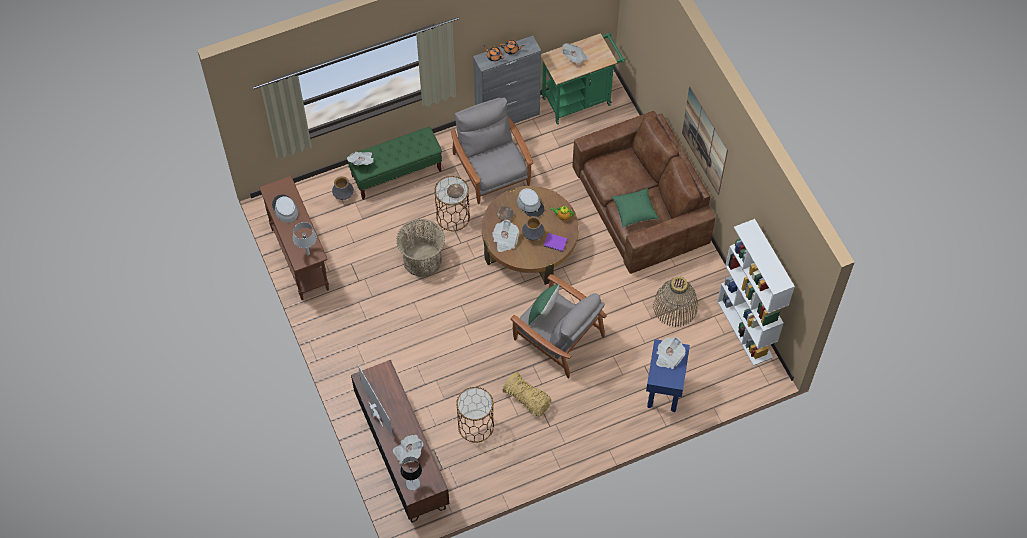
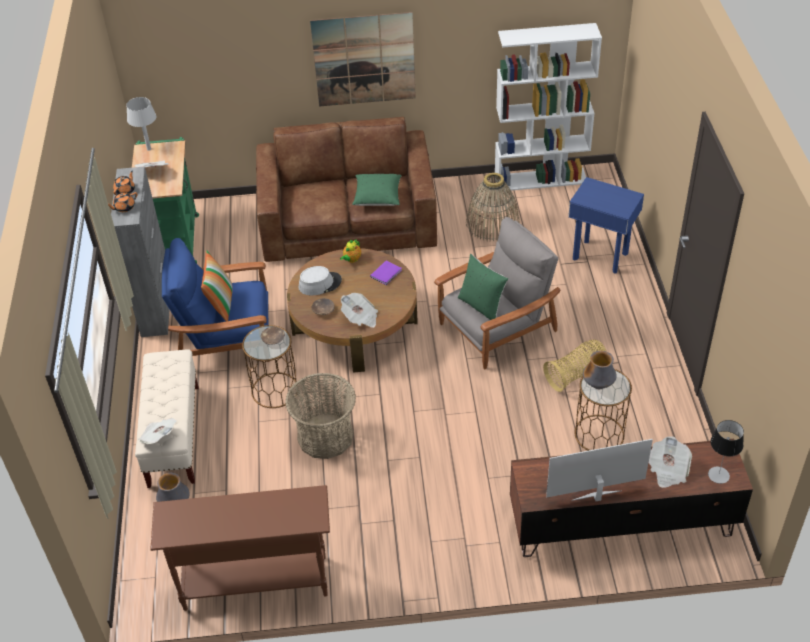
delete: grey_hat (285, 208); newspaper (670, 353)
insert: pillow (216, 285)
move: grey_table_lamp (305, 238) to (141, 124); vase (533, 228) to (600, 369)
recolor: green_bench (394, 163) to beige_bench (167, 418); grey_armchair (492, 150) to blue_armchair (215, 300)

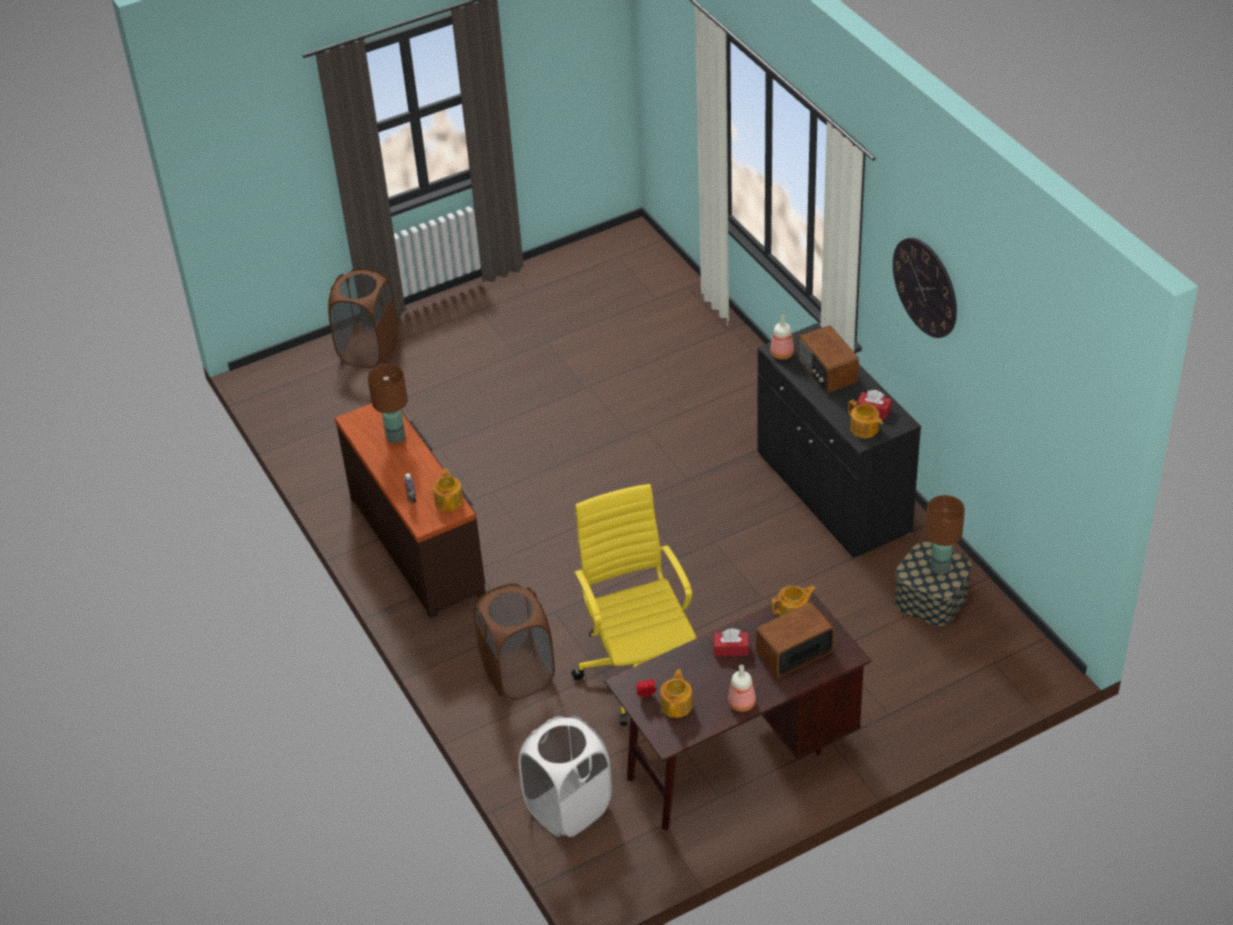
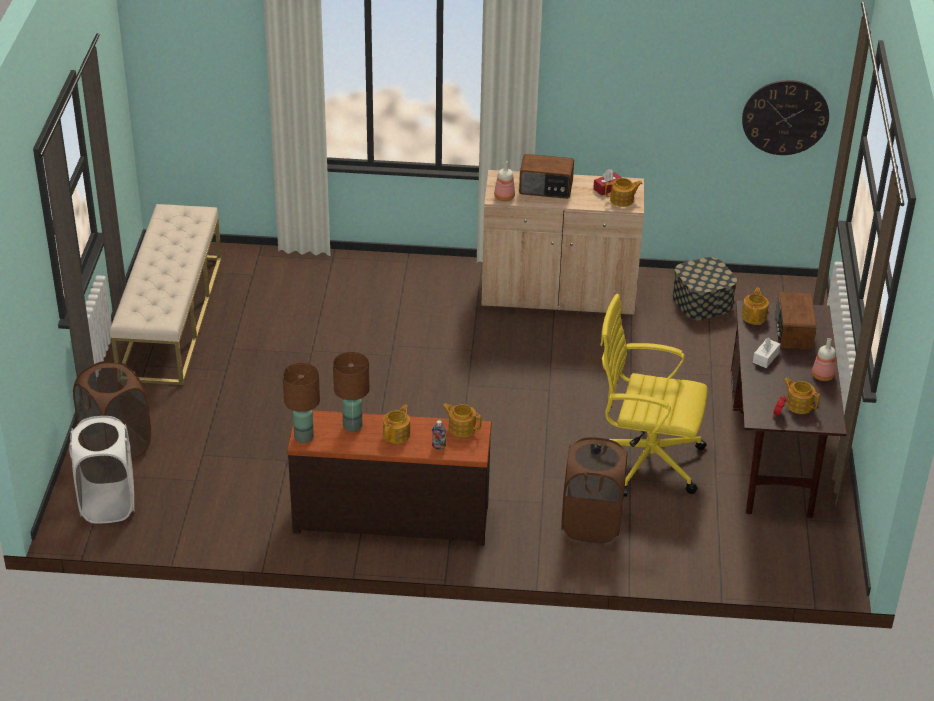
insert: beige_bench (166, 294); teapot (396, 424)
move: white_laundry_basket (565, 776) to (101, 470); wall_clock (925, 288) to (785, 117); brown_table_lamp (945, 534) to (301, 403)
recolor: red_tissue_box (731, 642) to white_tissue_box (766, 352); black_cabinet (839, 440) to beige_cabinet (563, 242)

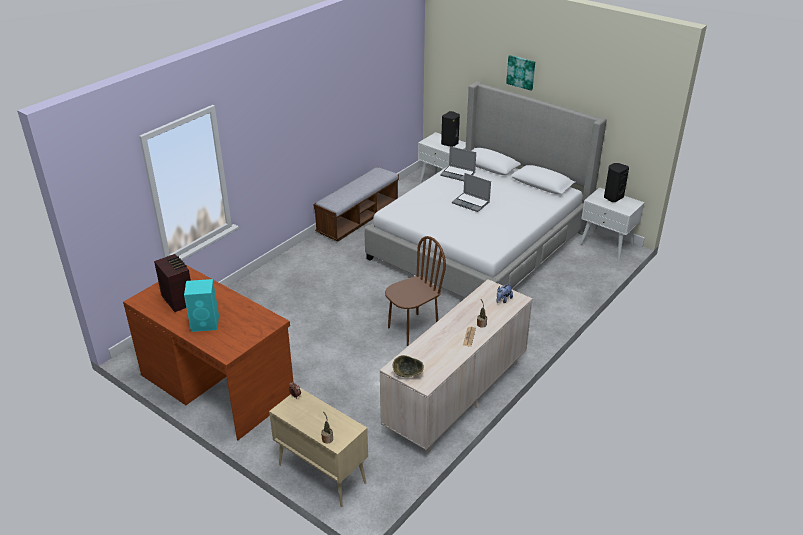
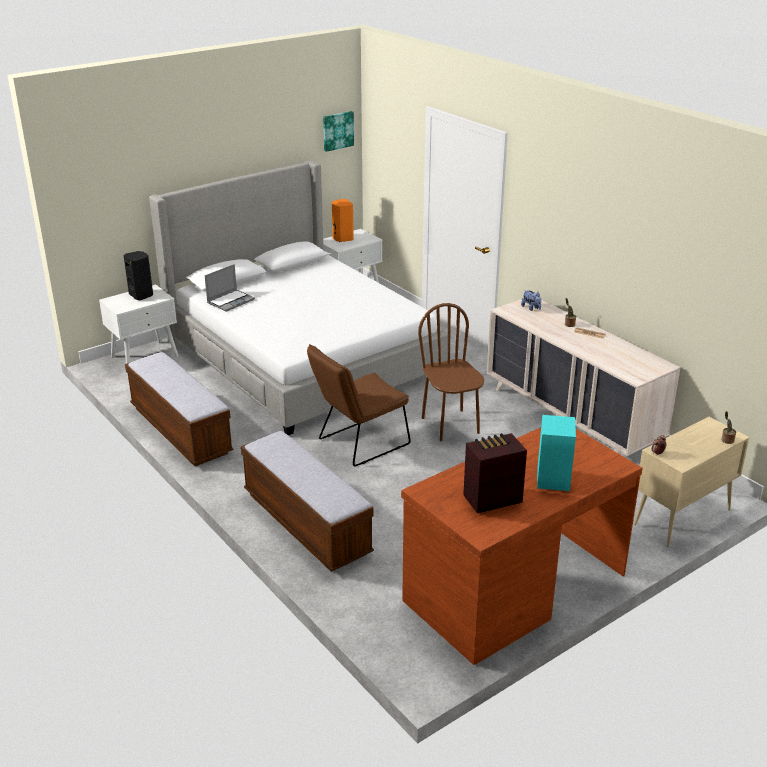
delete: bowl (408, 366); laptop (471, 192)
insert: bench (307, 501); brown_chair (359, 405)
move: picture (520, 73) to (338, 131)
recolor: black_speaker (616, 182) to orange_speaker (343, 220)

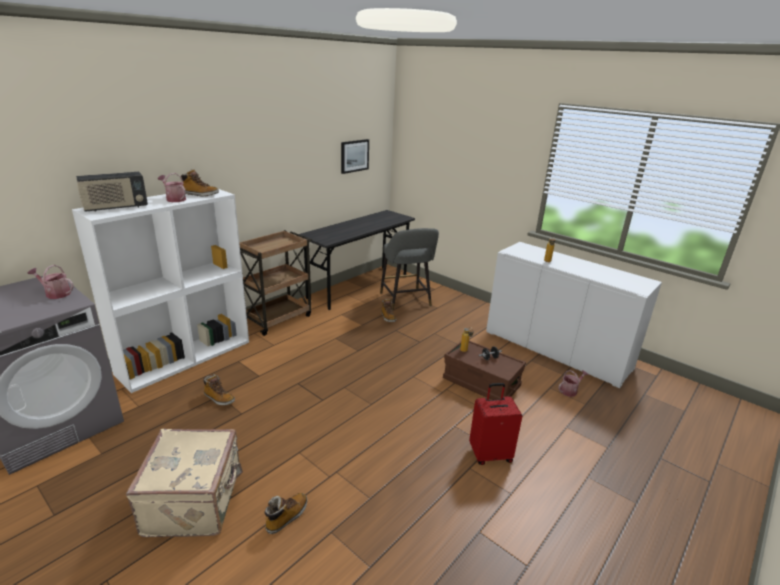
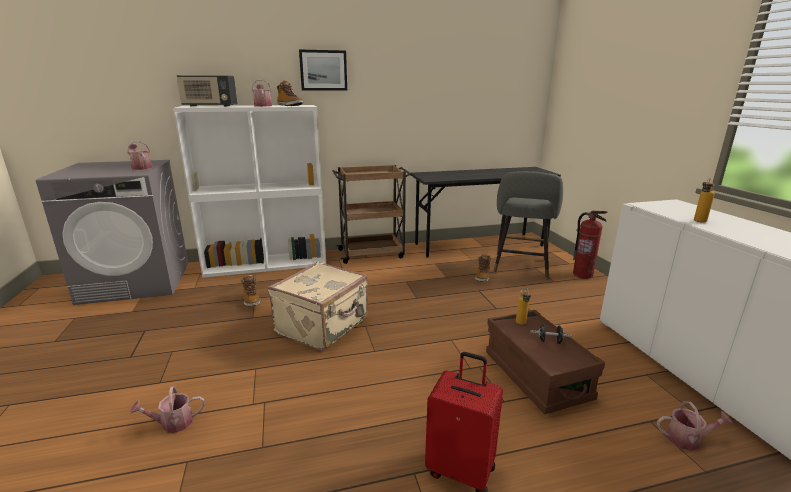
insert: fire_extinguisher (590, 245)
move: beige_suitcase (184, 483) to (318, 306); picture (355, 156) to (323, 70)
replace: boot (285, 513) to watering_can (167, 409)

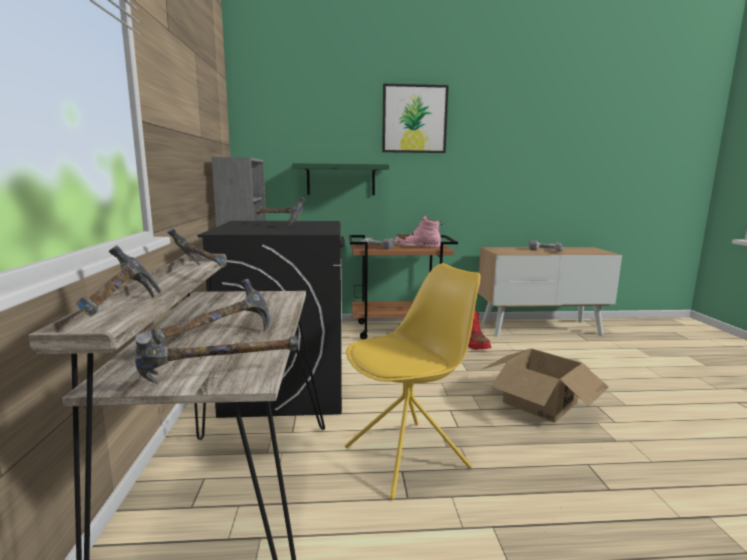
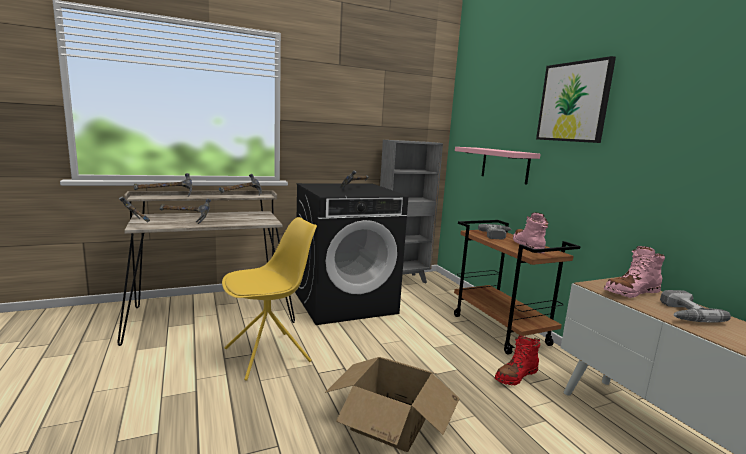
insert: pink_boot (634, 272)
recolor: green_shelf (340, 179) to pink_shelf (498, 166)
rotate: yellow_chair (413, 381) = (269, 299) 75 degrees counterclockwise

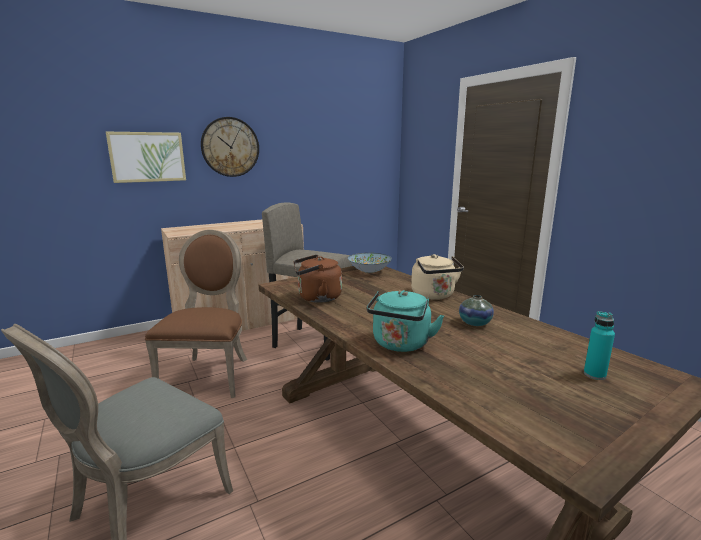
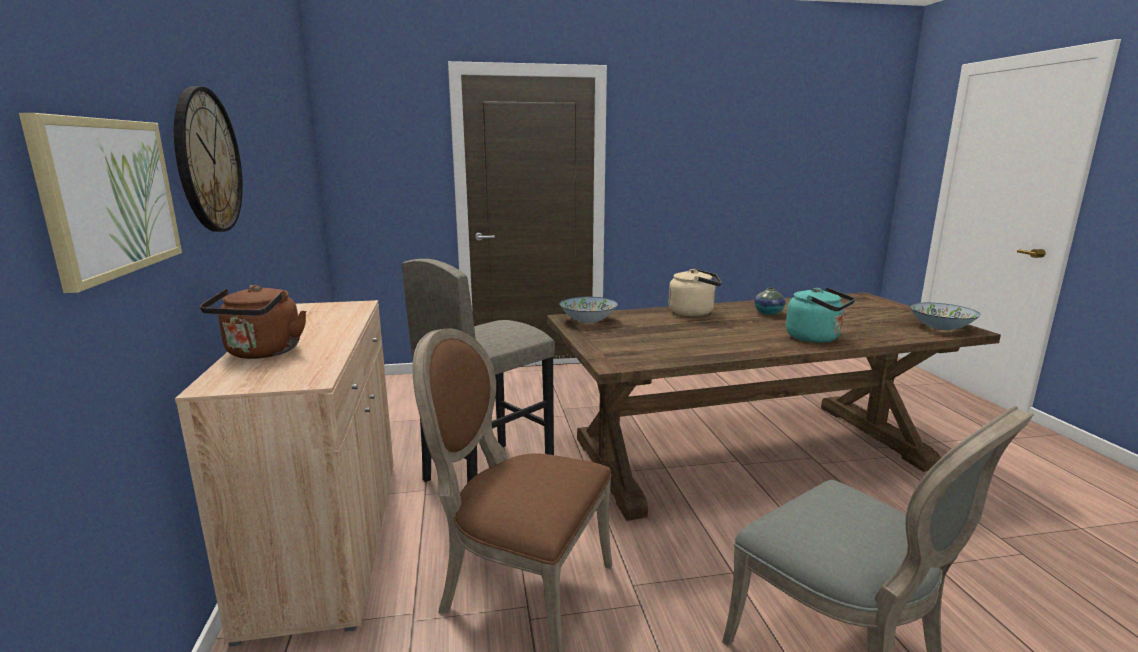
delete: turquoise_bottle (599, 345)
insert: bowl (945, 316)
move: brown_kettle (318, 278) to (253, 322)

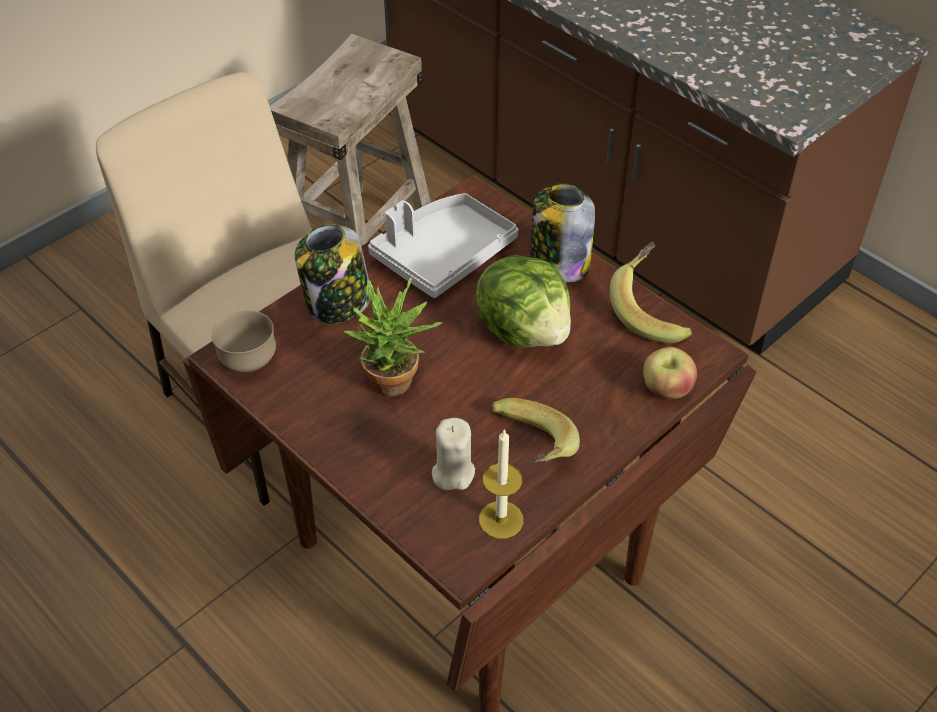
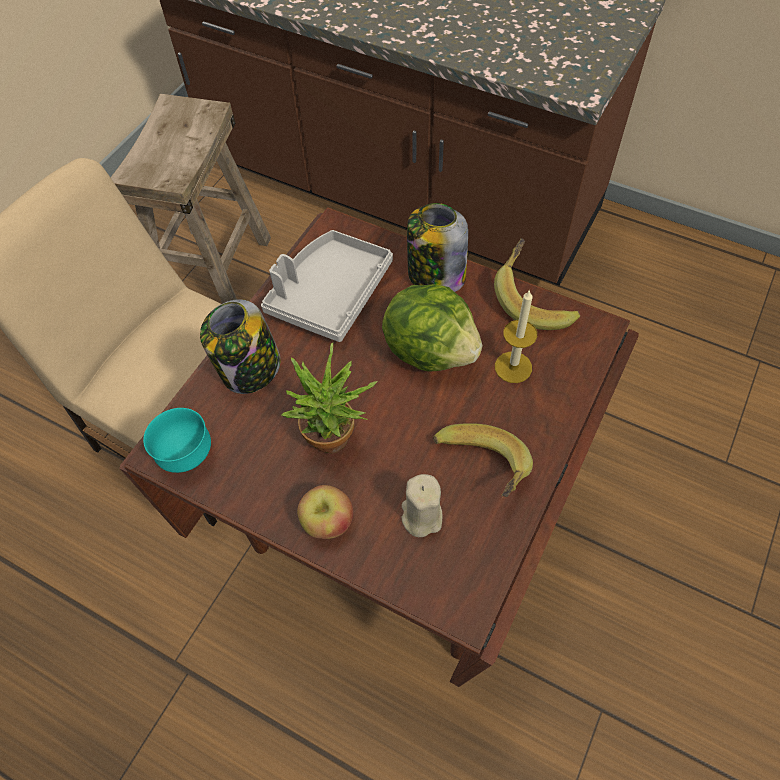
move: candle (501, 484) to (516, 336); apple (670, 373) to (325, 512)
recolor: brown_bowl (243, 341) to turquoise_bowl (177, 440)

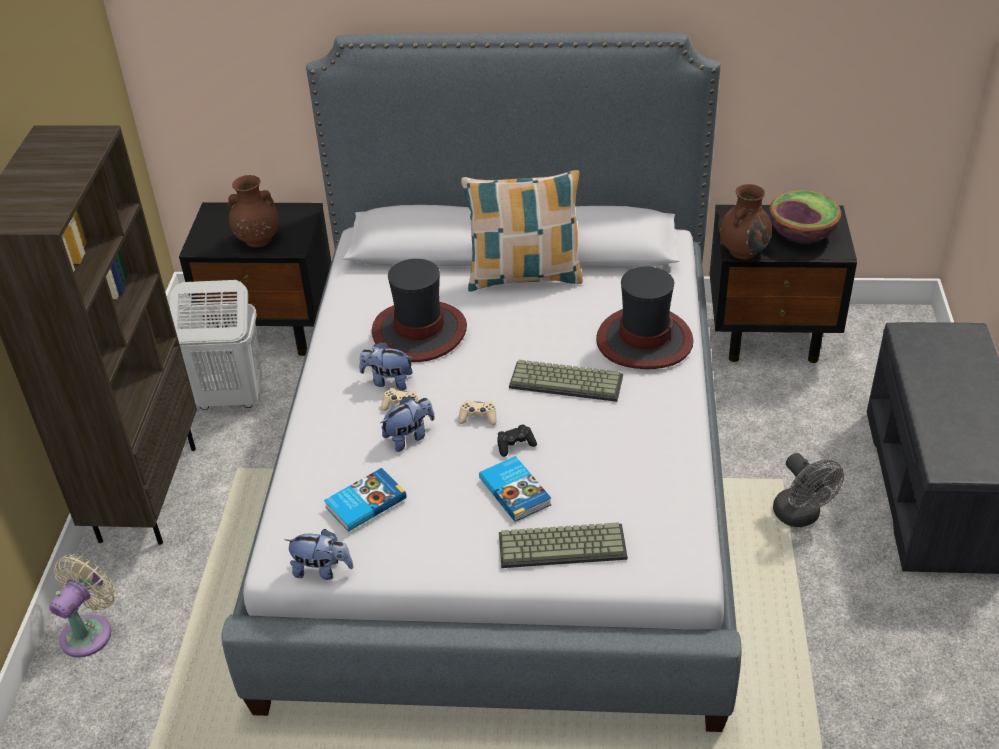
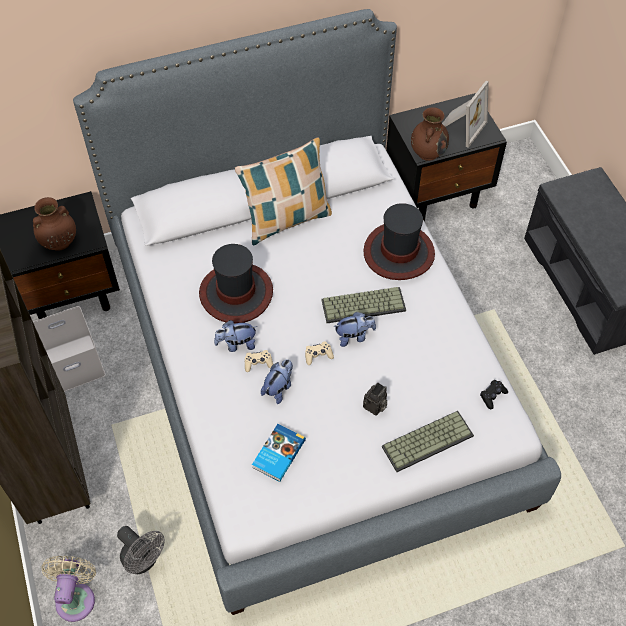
move: plush_toy (318, 554) to (354, 329); black_game_controller (517, 440) to (494, 394); grey_fan (808, 490) to (141, 550)
replace: white_laundry_basket (216, 345) to white_storage_box (69, 349); book (515, 489) to photo_camera (375, 399); bowl (806, 217) to picture_frame (465, 114)

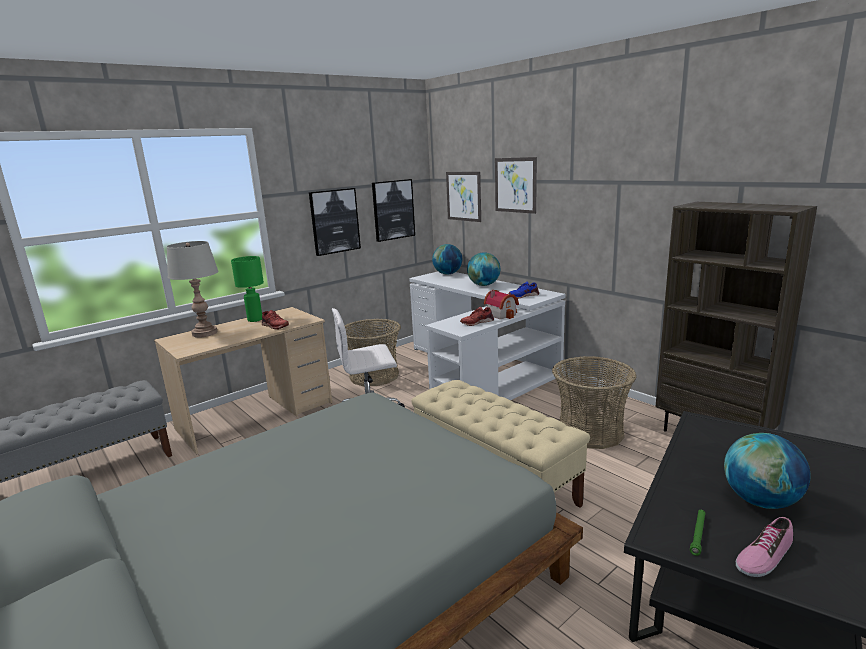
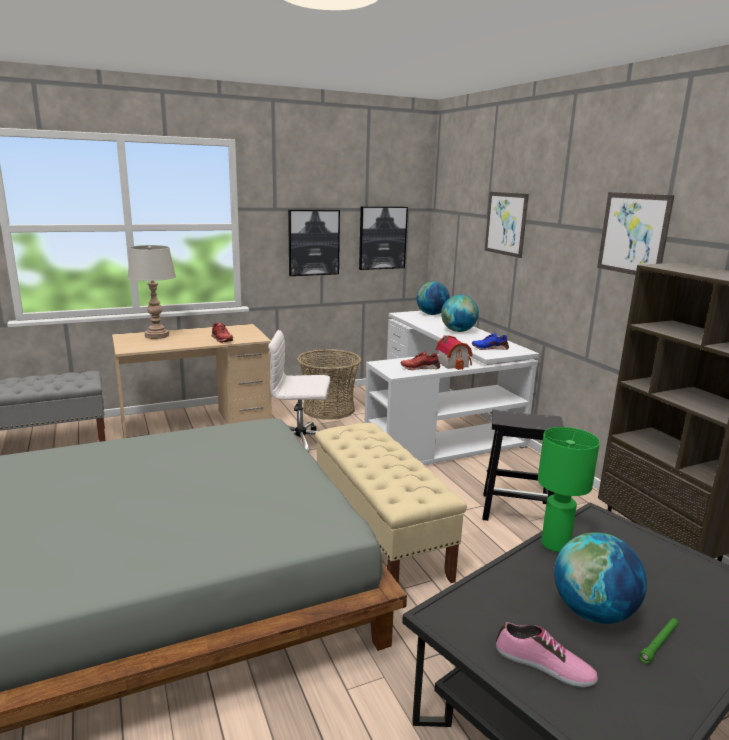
move: green_table_lamp (247, 289) to (569, 489); picture (463, 197) to (635, 233); green_flashlight (697, 533) to (659, 641)
replace: basket (594, 402) to black_stool (523, 465)
rotate: shoe (764, 547) = (547, 654) 135 degrees counterclockwise

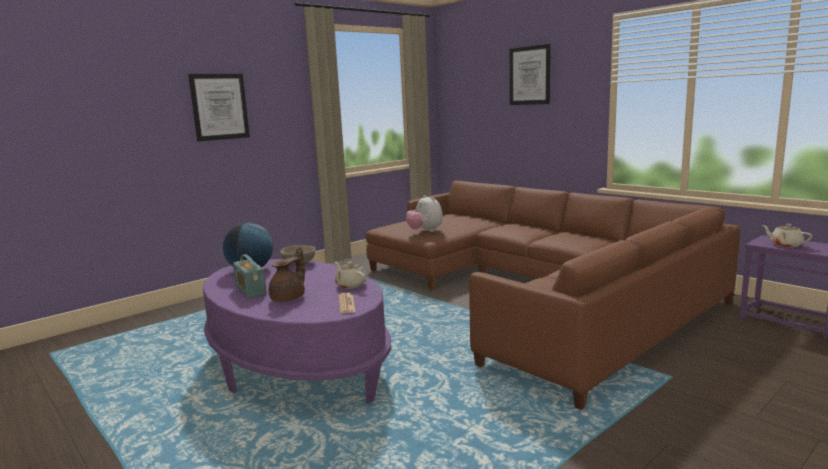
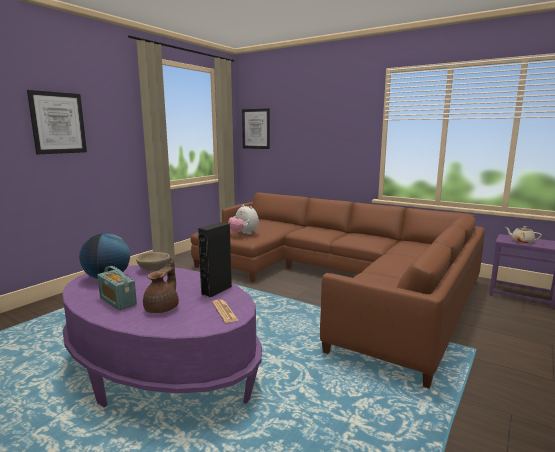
move: picture (530, 74) to (256, 128)
replace: beige_teapot (350, 275) to black_speaker (215, 260)

